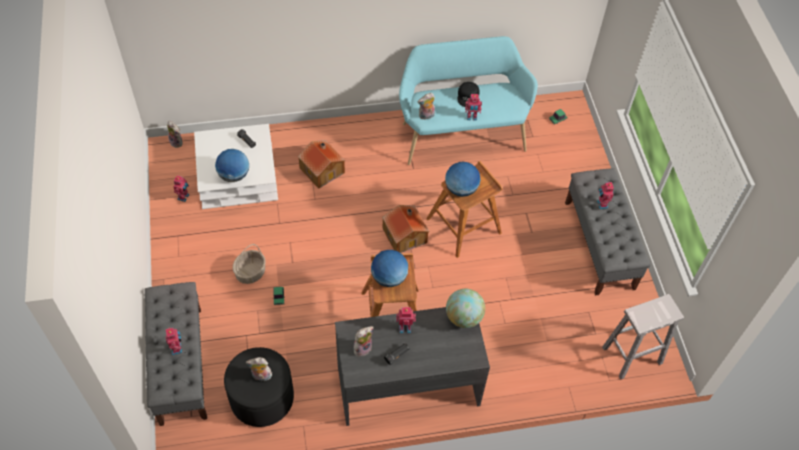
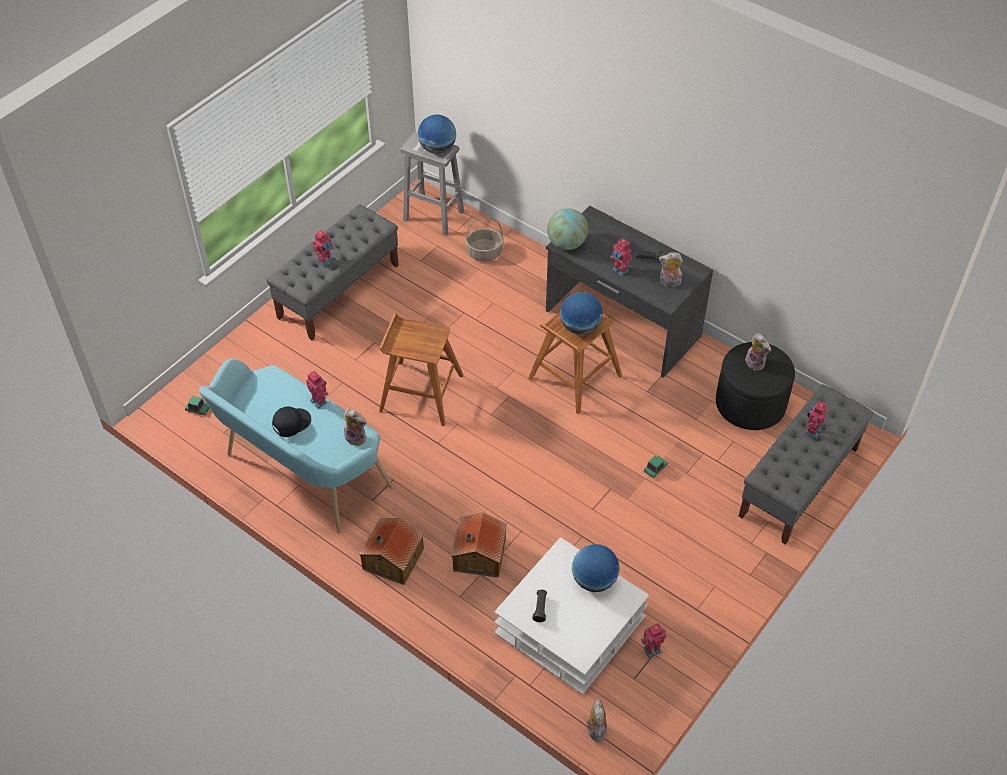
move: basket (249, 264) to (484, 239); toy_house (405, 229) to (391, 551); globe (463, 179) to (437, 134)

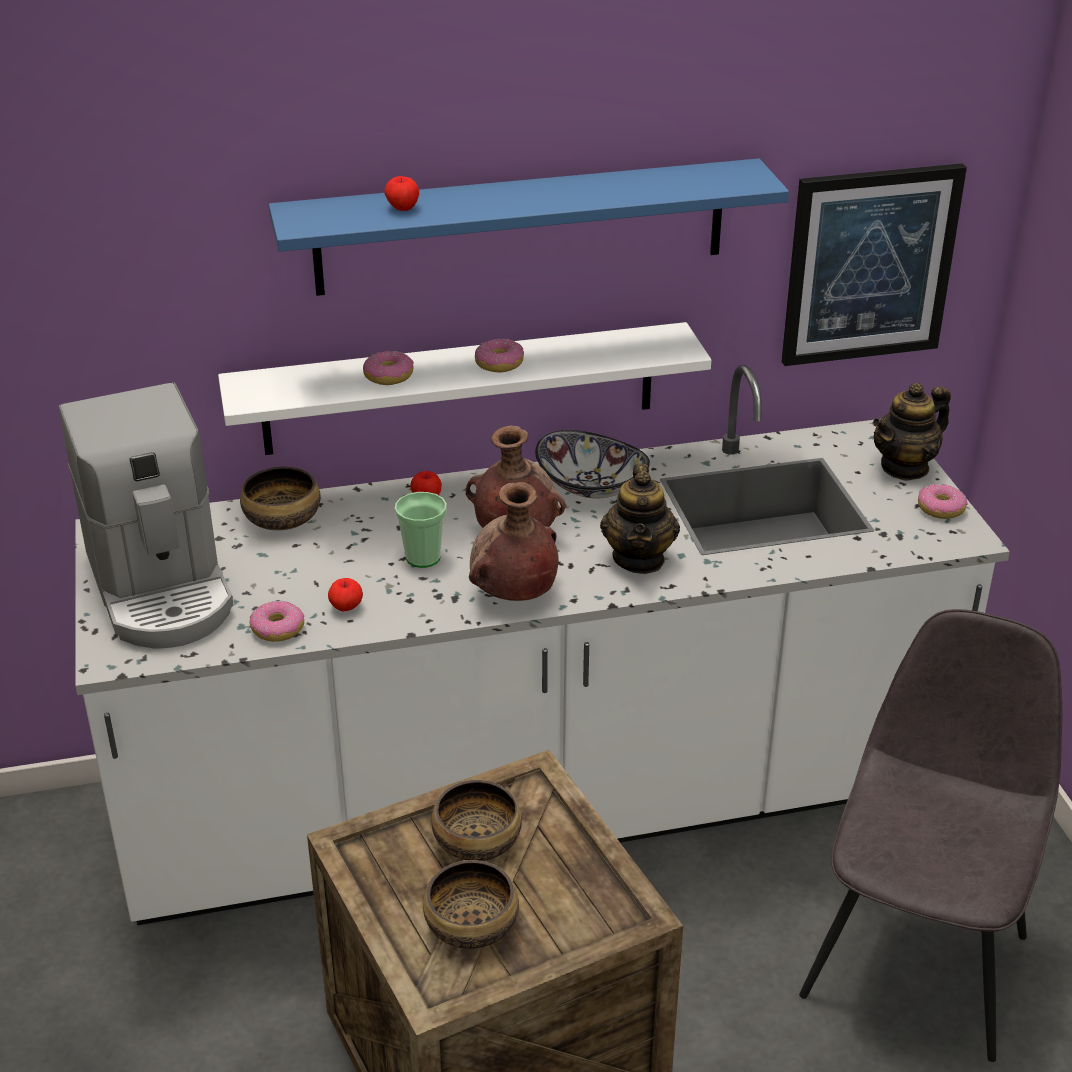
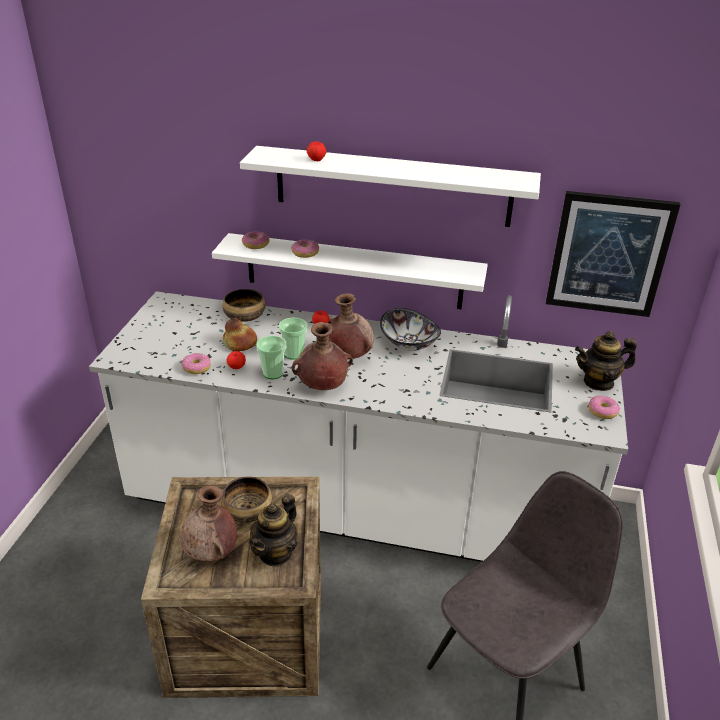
delete: coffee_machine (146, 515)
insert: bread (240, 334); cup (271, 357)
move: donut (499, 355) to (255, 240); teapot (640, 519) to (273, 530)
replace: bowl (471, 904) to brown_vase (208, 523)
recolor: blue_shelf (529, 227) to white_shelf (390, 186)

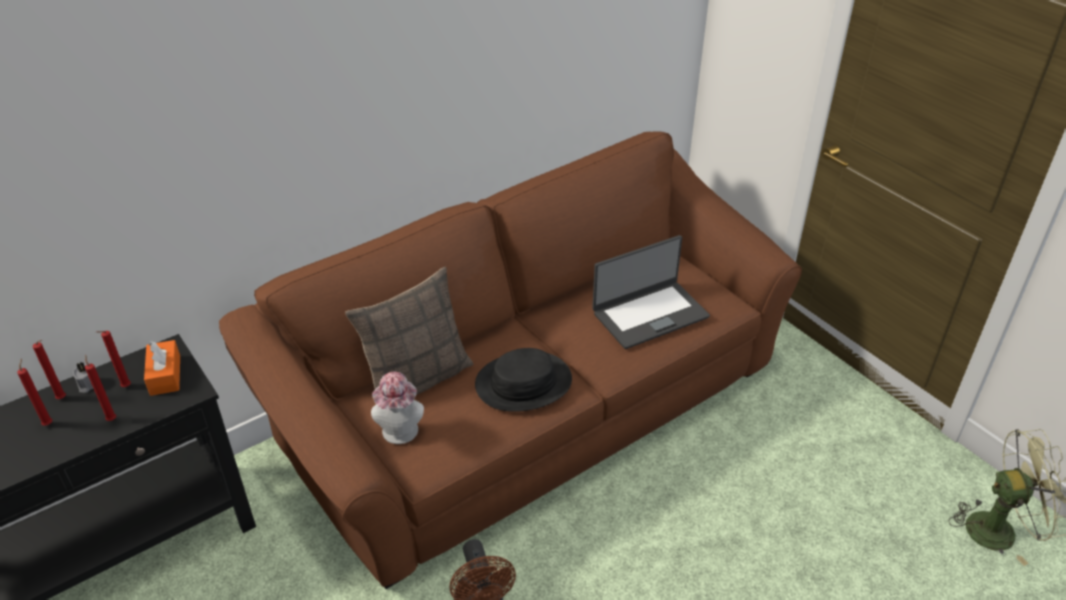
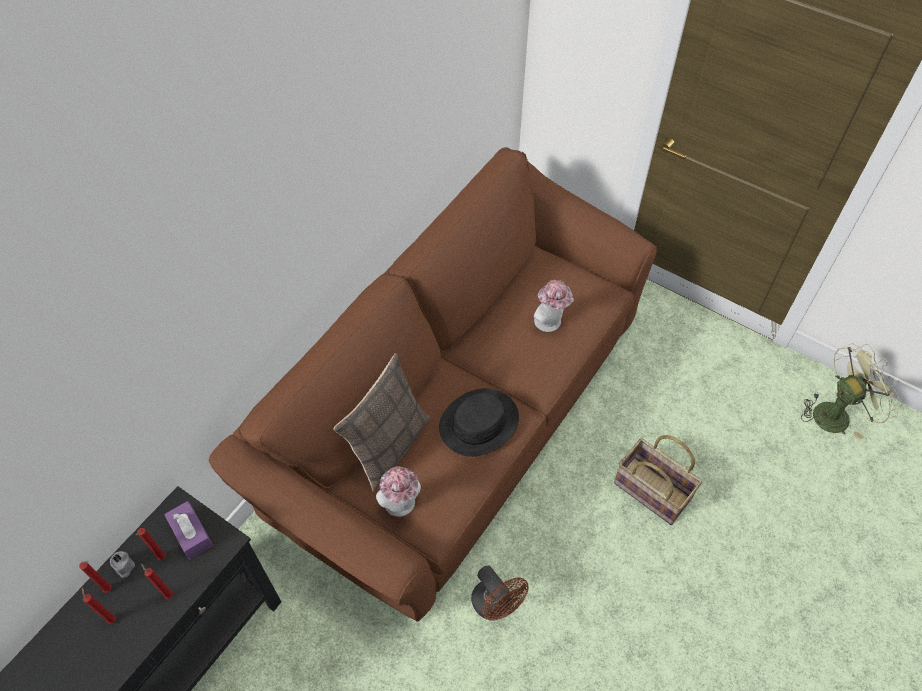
insert: basket (658, 480)
replace: laptop (651, 292) to hat (554, 306)
recolor: orange_tissue_box (162, 368) to purple_tissue_box (188, 530)

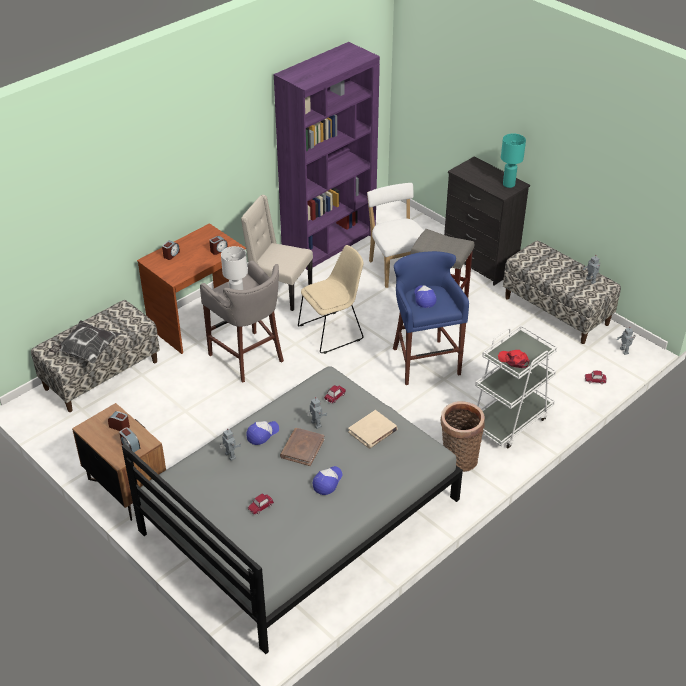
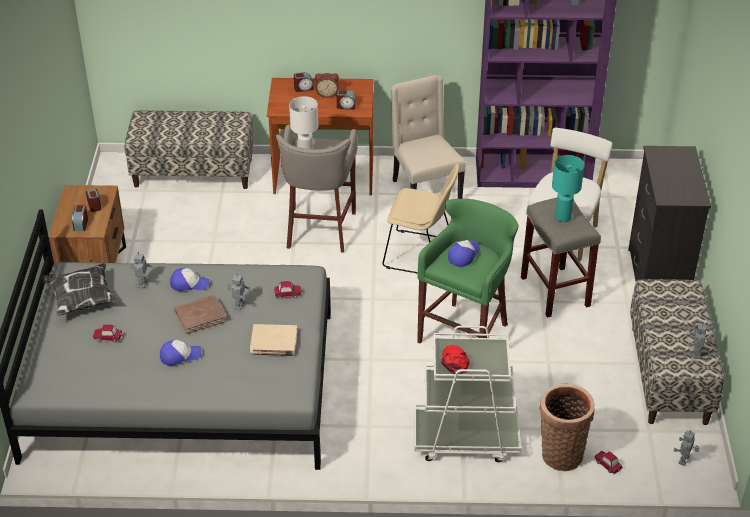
insert: alarm_clock (327, 85)
move: pillow (85, 341) to (80, 289); basket (462, 436) to (567, 427); turquoise_table_lamp (513, 160) to (568, 188)
recolor: blue_stool (431, 318) to green_stool (468, 271)

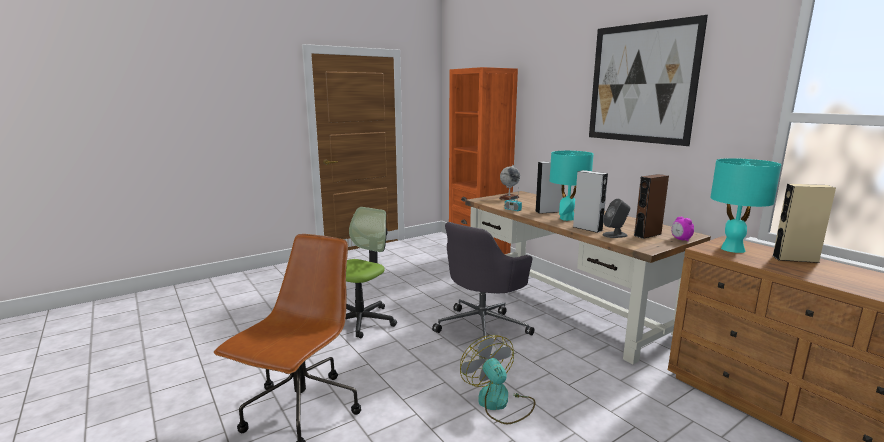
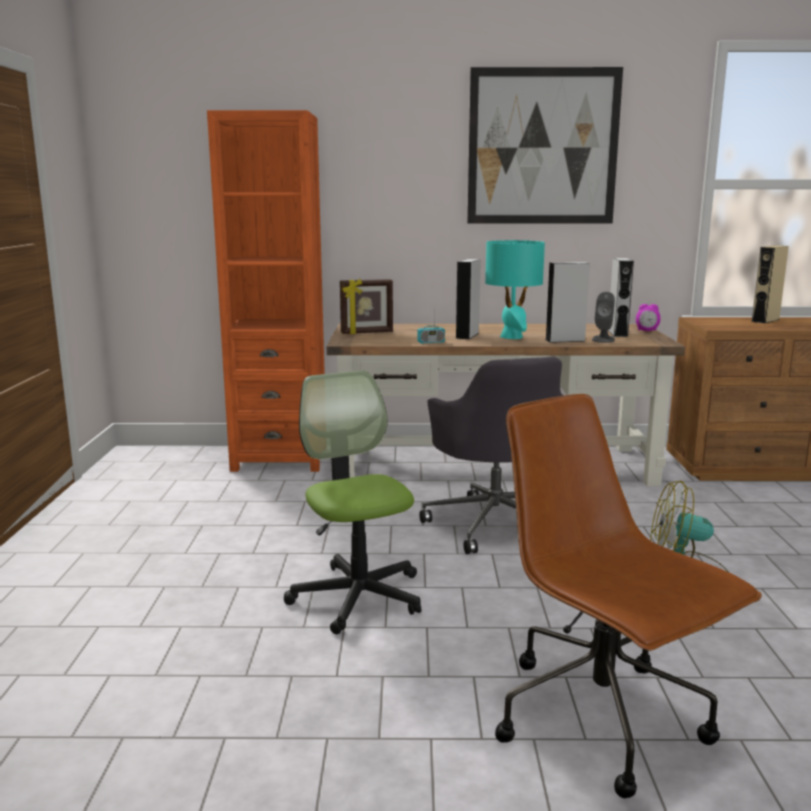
delete: turquoise_table_lamp (746, 205)
replace: globe (509, 182) to picture_frame (366, 306)
recolor: brown_speaker (651, 206) to grey_speaker (620, 297)

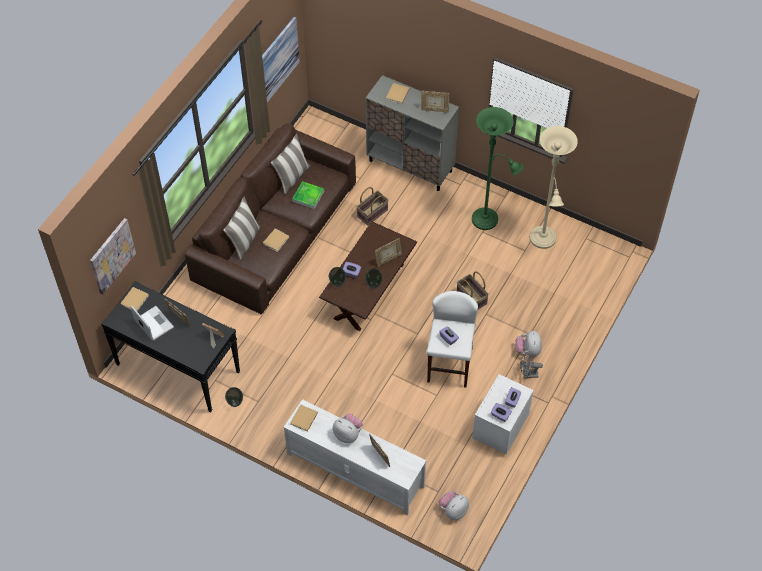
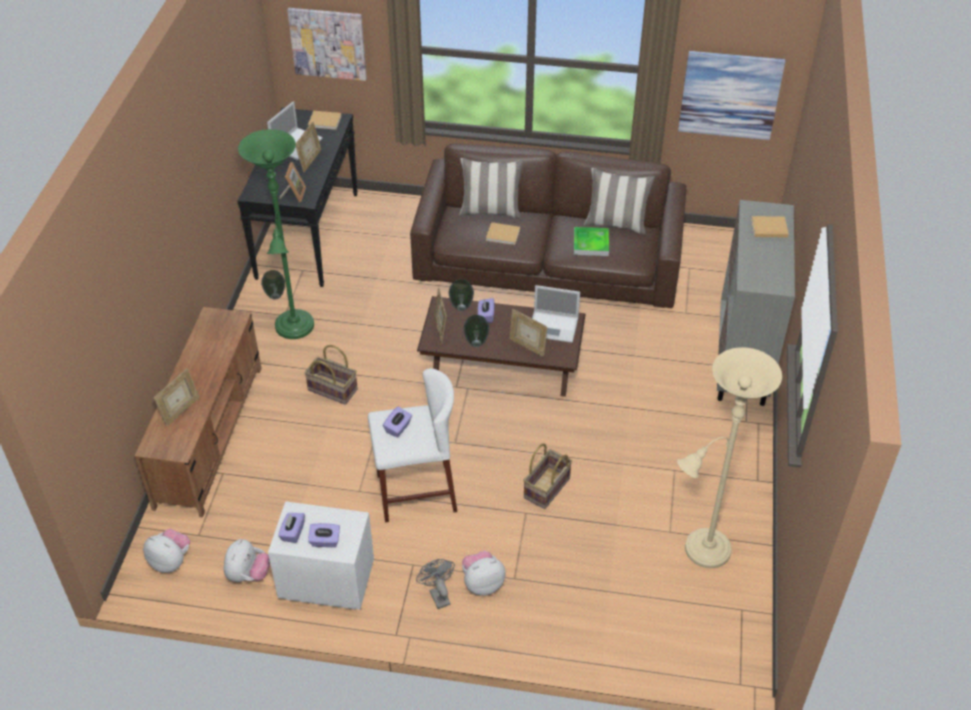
delete: beige_book (304, 418)
insert: laptop (556, 314)
move: plush_toy (348, 428) to (247, 560); basket (373, 206) to (331, 375); picture_frame (435, 101) to (440, 316); green_floor_lamp (497, 168) to (276, 234)
recolor: white_tv_stand (355, 457) to brown_tv_stand (198, 412)

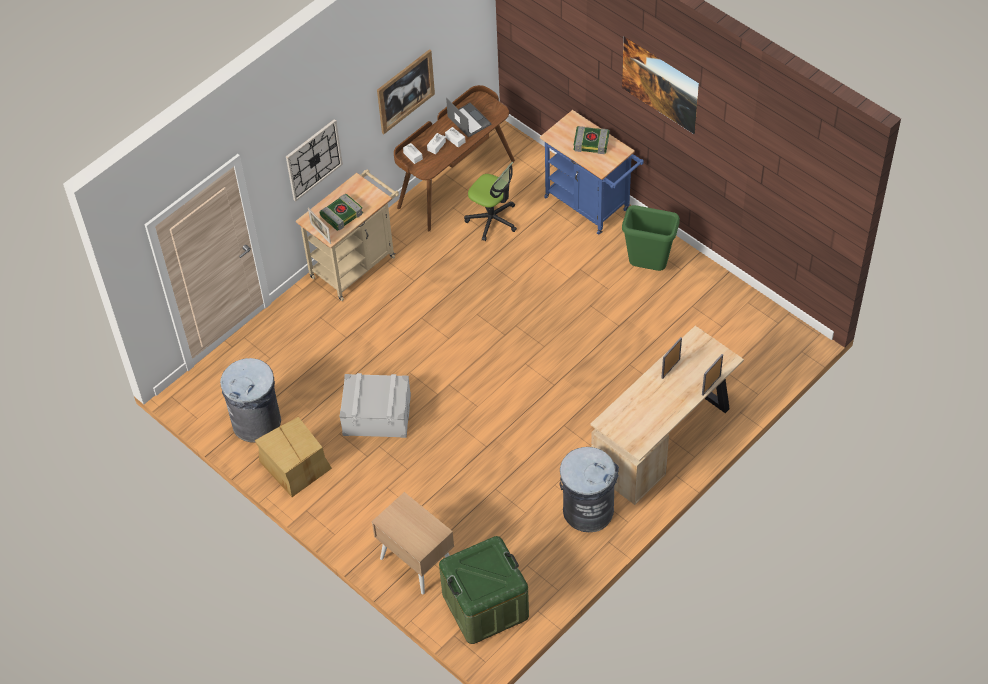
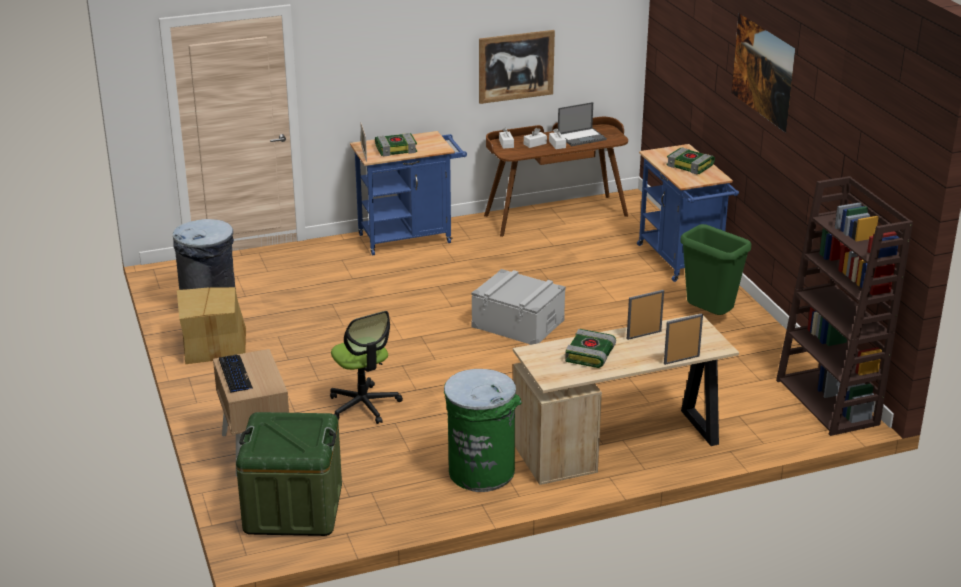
delete: wall_clock (314, 160)
insert: keyboard (236, 373); book (590, 348); brown_bookcase (844, 306)
move: grey_storage_box (375, 405) to (518, 307); office_chair (490, 201) to (366, 367)
recolor: beige_cart (347, 235) to blue_cart (408, 193); grey_trash_can (589, 489) to green_trash_can (483, 430)
rotate: laptop (469, 117) = (582, 124) 75 degrees clockwise

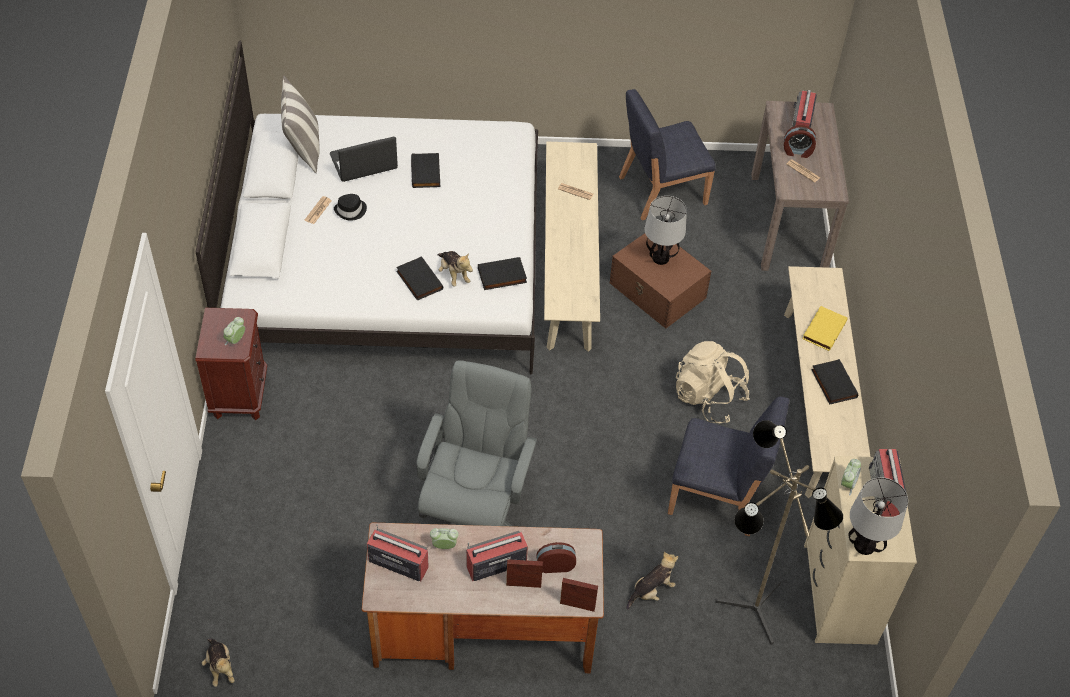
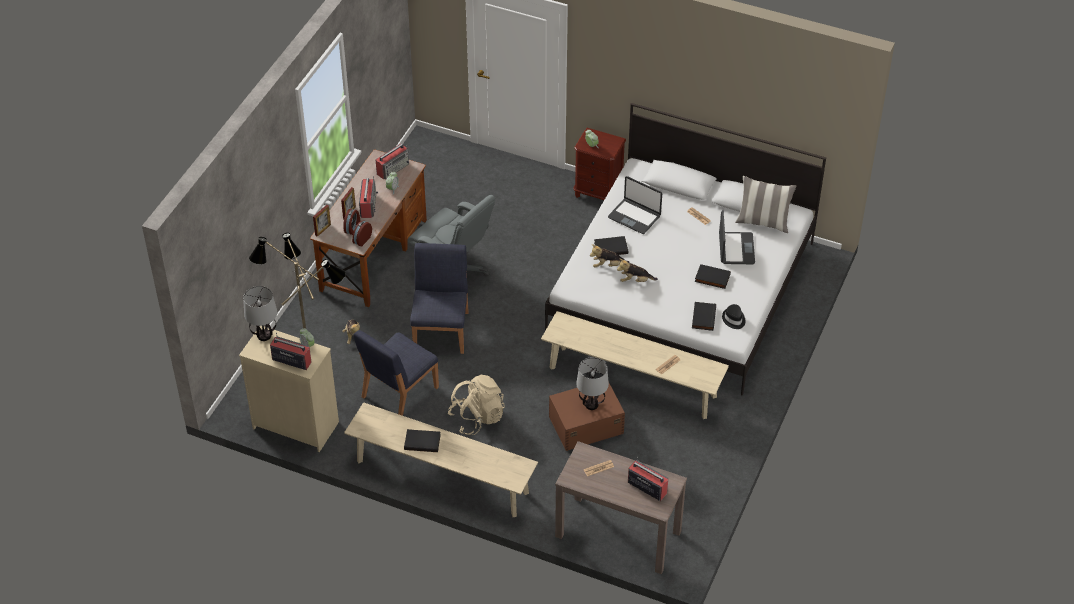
delete: yellow_book (824, 328)
insert: laptop (635, 205)
move: plush_toy (218, 662) to (637, 270); black_hat (350, 207) to (733, 316); black_book (502, 273) to (704, 316); blue_chair (667, 154) to (439, 298); alarm_clock (800, 141) to (362, 233)

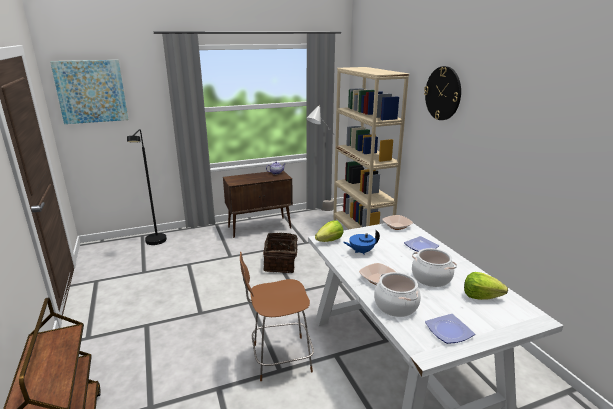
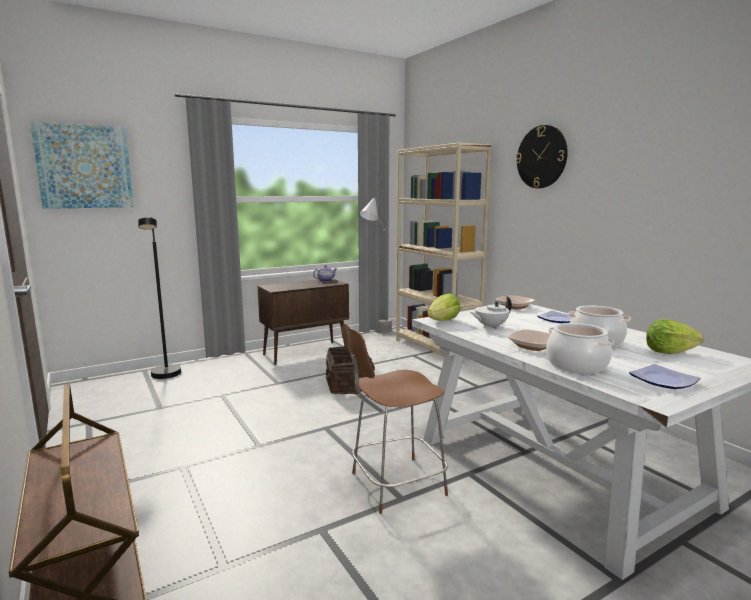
recolor: blue_teapot (361, 242) to white_teapot (491, 312)

